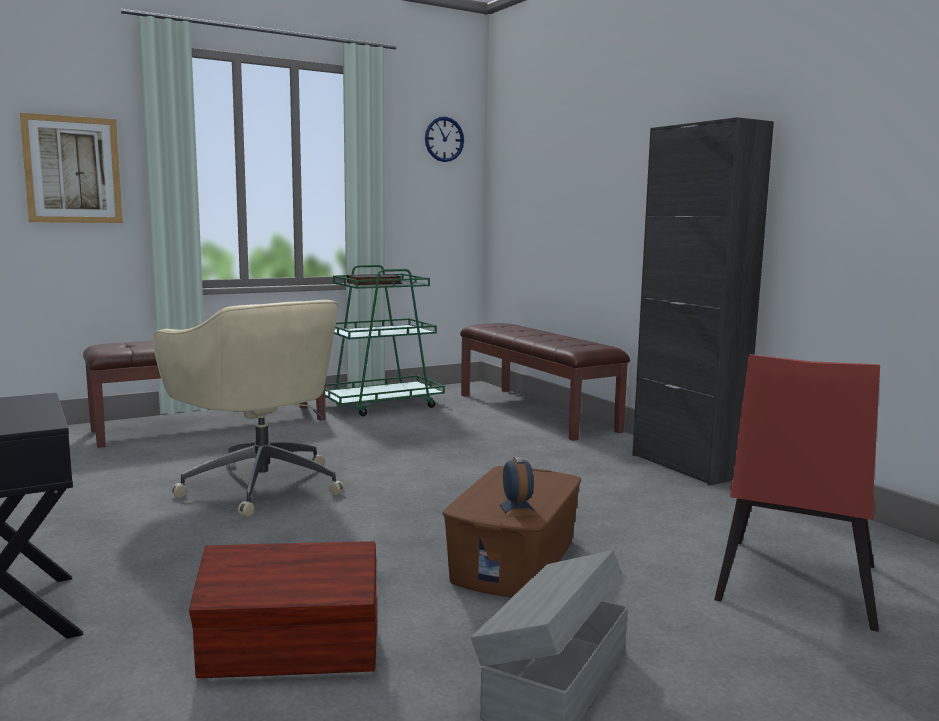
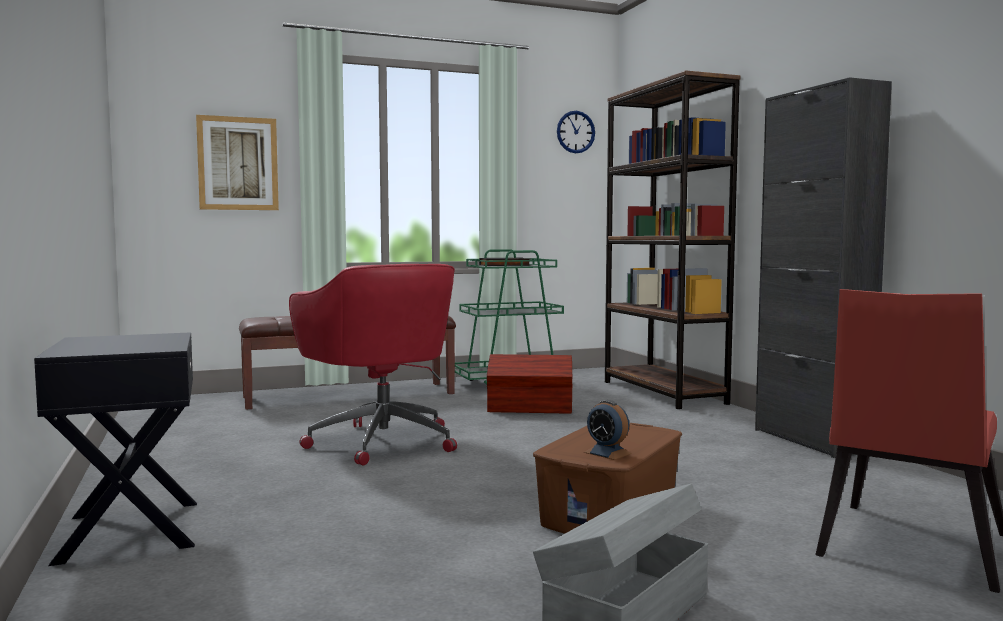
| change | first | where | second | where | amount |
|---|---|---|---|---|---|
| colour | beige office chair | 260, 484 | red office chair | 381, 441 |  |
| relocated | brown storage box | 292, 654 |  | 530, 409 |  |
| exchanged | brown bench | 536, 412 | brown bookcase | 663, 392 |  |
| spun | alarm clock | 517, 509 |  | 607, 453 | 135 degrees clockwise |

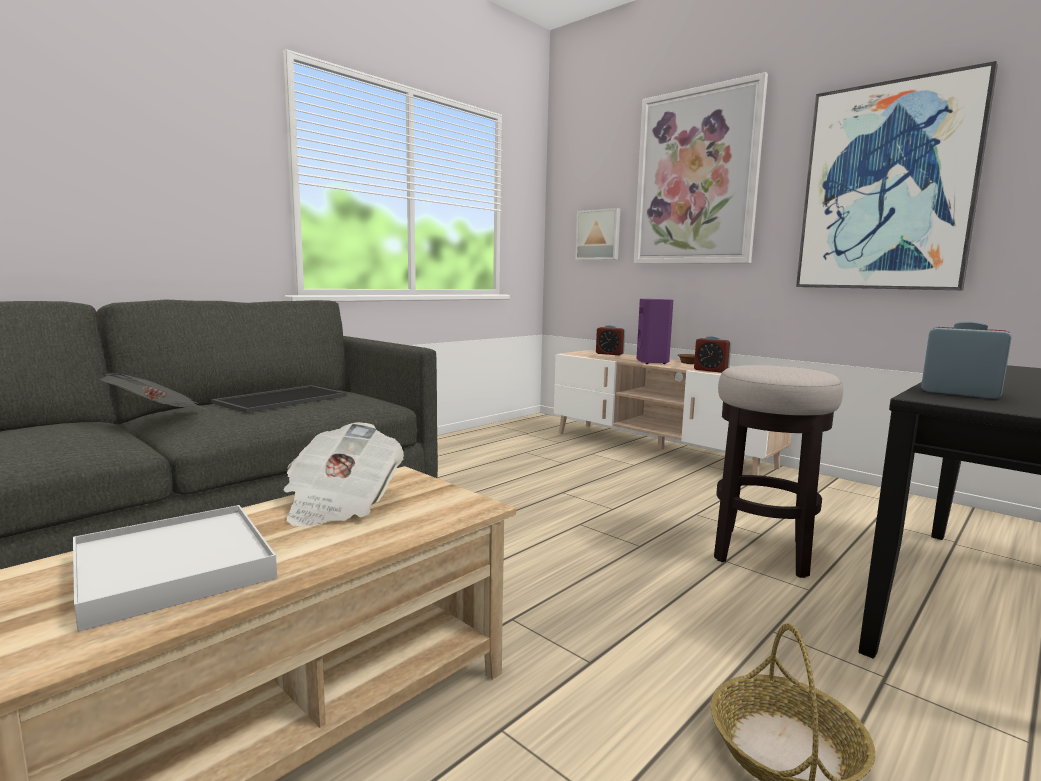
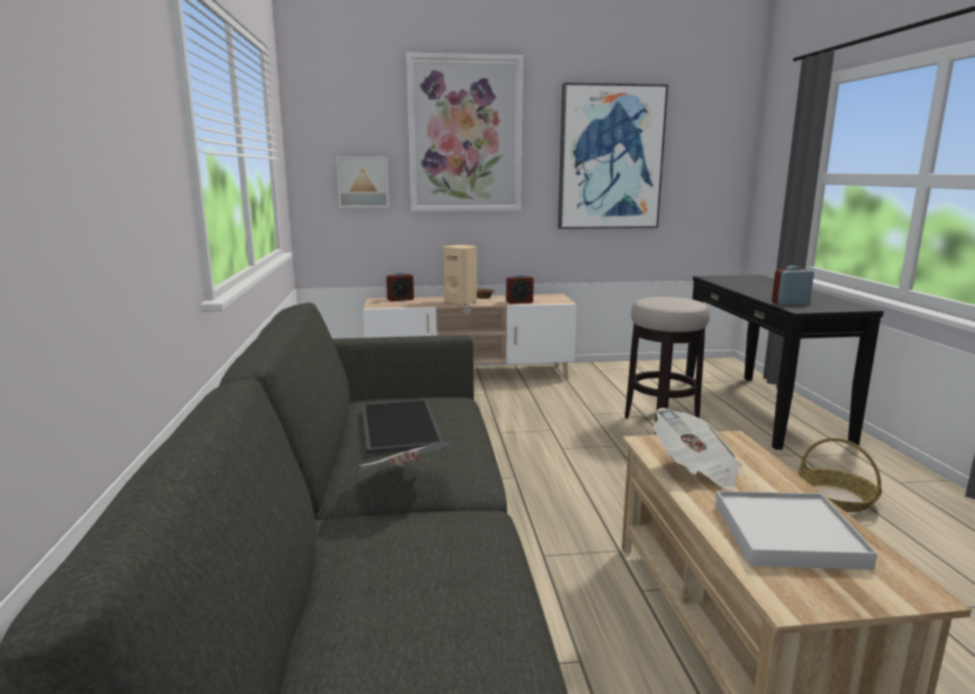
| change | first | where | second | where | amount |
|---|---|---|---|---|---|
| colour | purple speaker | 653, 362 | beige speaker | 461, 302 |  |

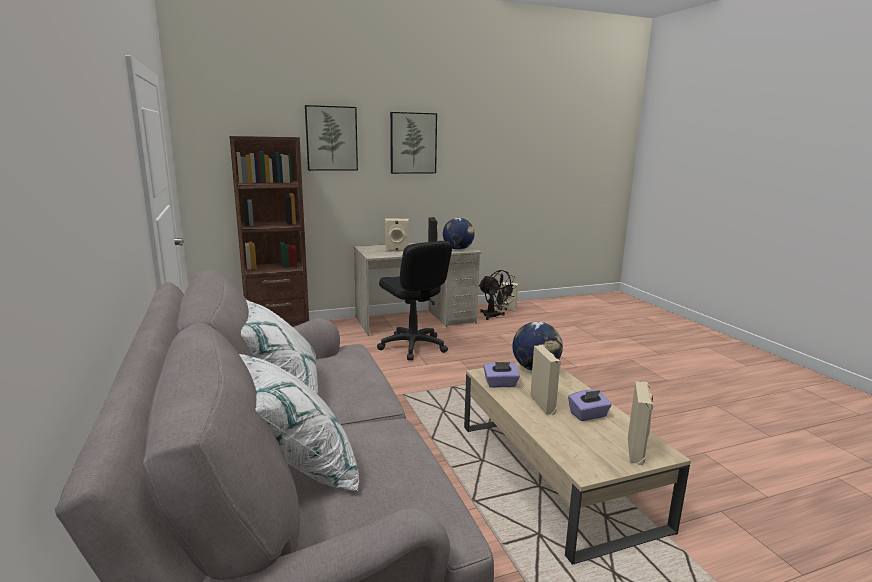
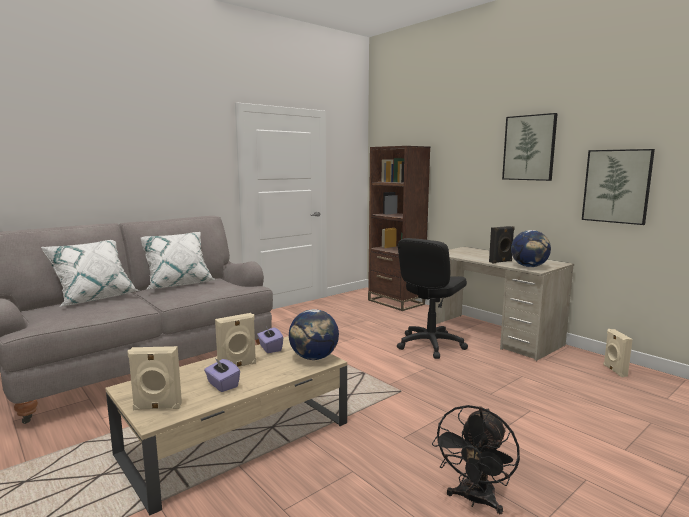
| change | first | where | second | where | amount |
|---|---|---|---|---|---|
| relocated | picture | 331, 138 |  | 616, 186 |  |
| missing | beige speaker | 397, 251 |  |  |  |
| relocated | black fan | 494, 316 |  | 475, 500 |  |

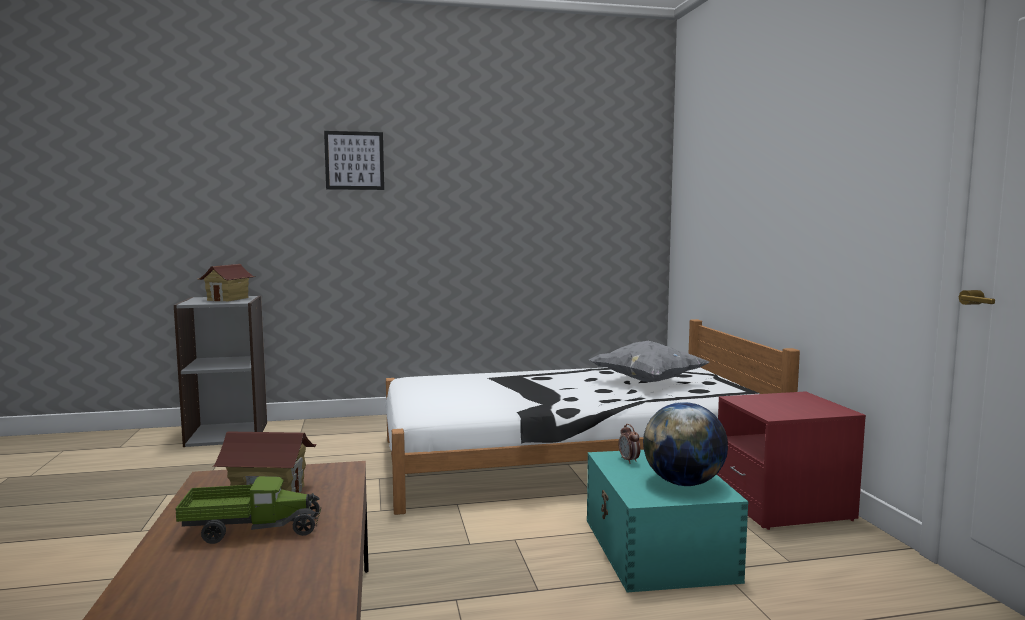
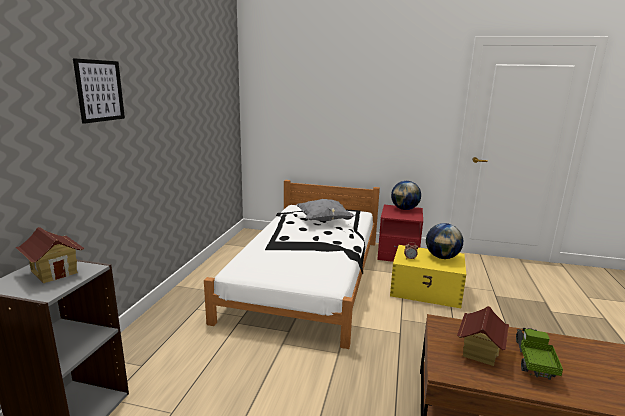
| change | first | where | second | where | amount |
|---|---|---|---|---|---|
| colour | turquoise storage box | 657, 550 | yellow storage box | 426, 290 |  |
| appeared |  |  | globe | 404, 209 |  |

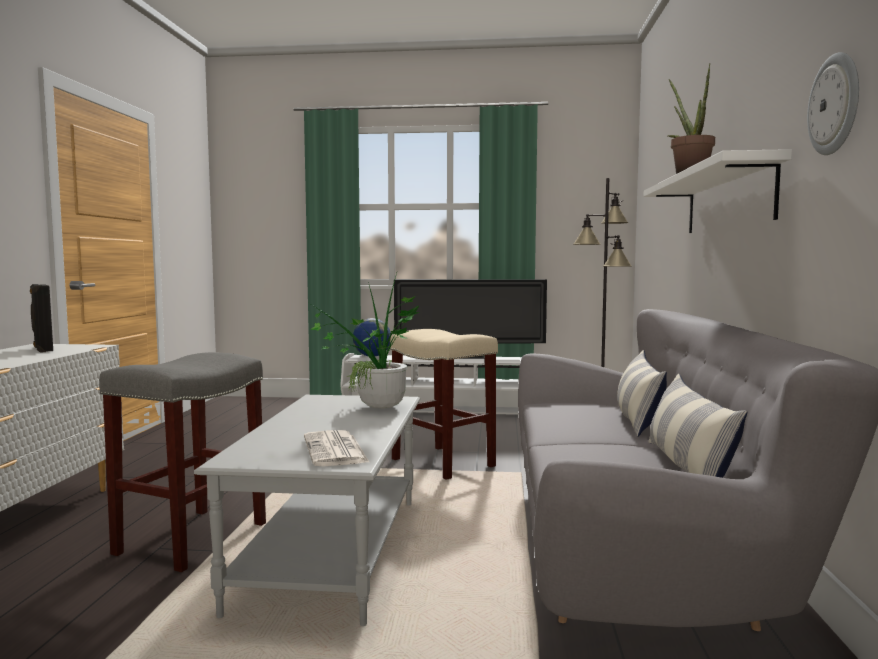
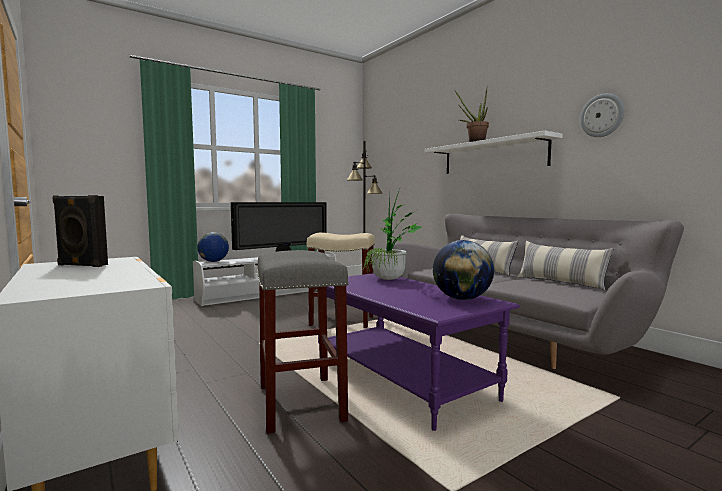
| change | first | where | second | where | amount |
|---|---|---|---|---|---|
| colour | grey coffee table | 334, 551 | purple coffee table | 402, 378 |  |
| exchanged | newspaper | 336, 450 | globe | 462, 299 |  |

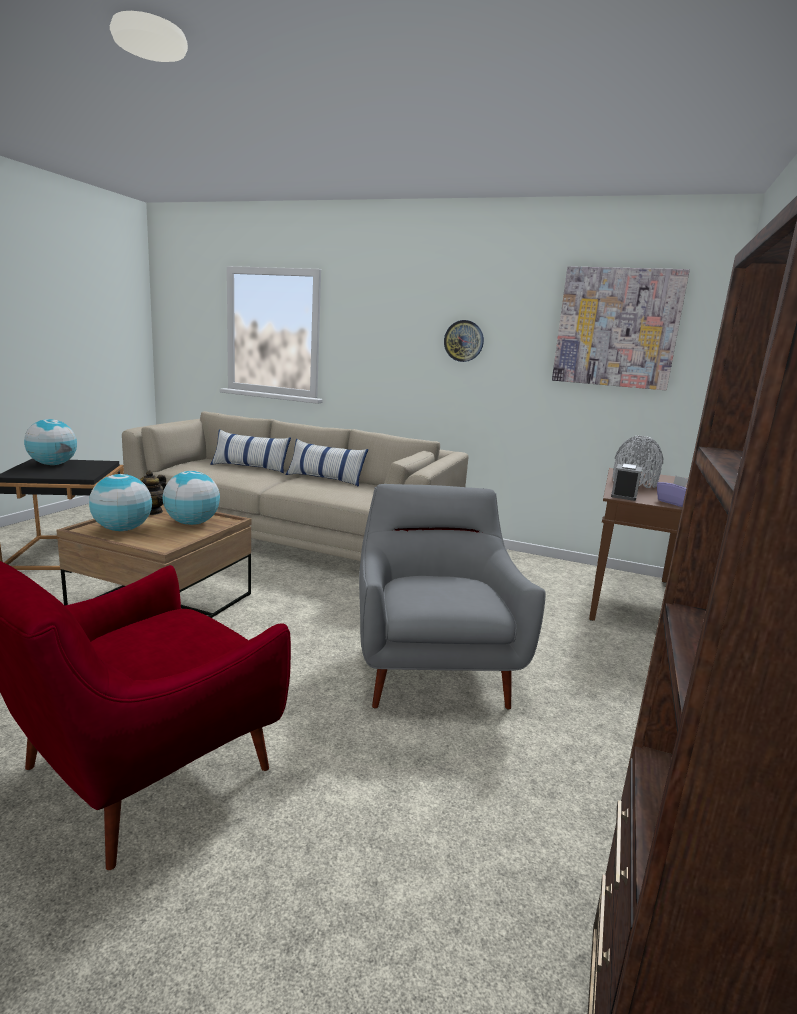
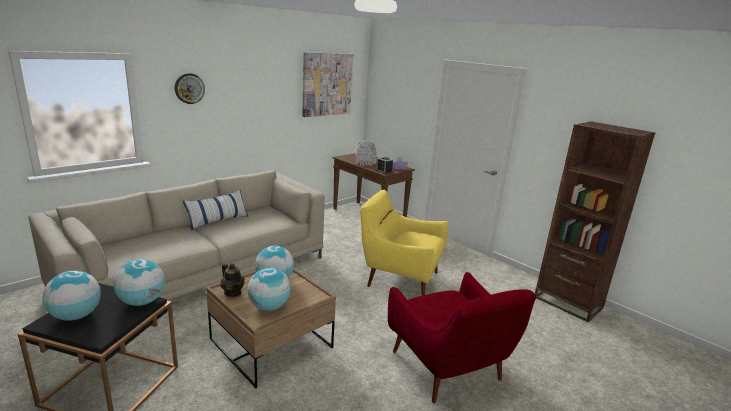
| change | first | where | second | where | amount |
|---|---|---|---|---|---|
| missing | pillow | 250, 467 |  |  |  |
| colour | grey armchair | 432, 667 | yellow armchair | 399, 278 |  |
| relocated | wall clock | 464, 341 |  | 189, 88 |  |
| appeared |  |  | globe | 142, 301 |  |

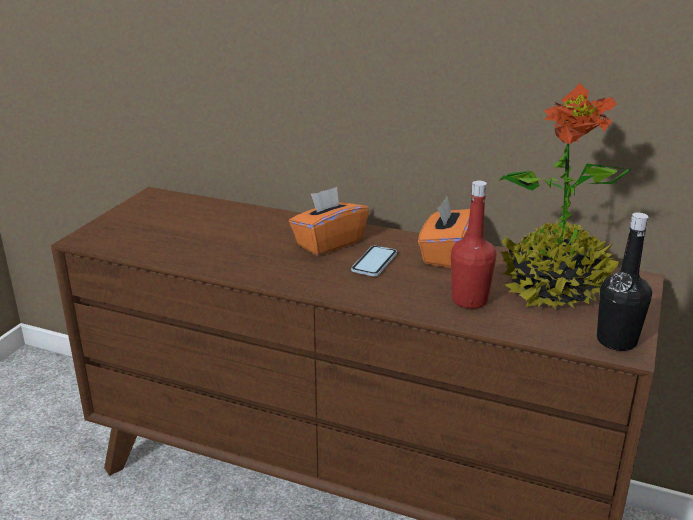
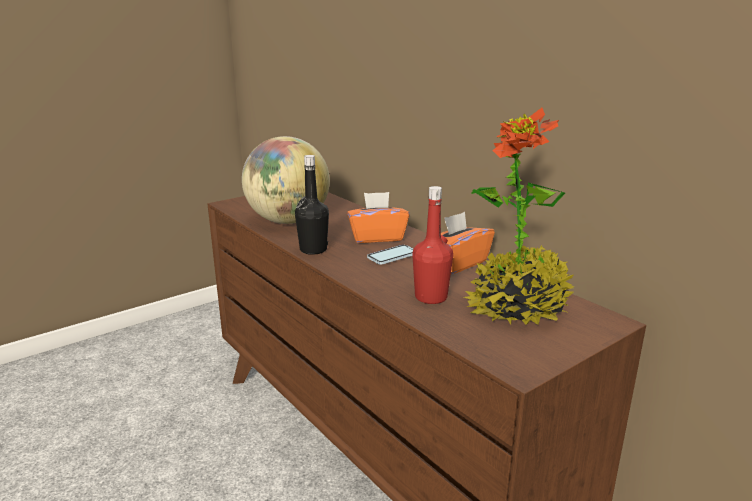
| change | first | where | second | where | amount |
|---|---|---|---|---|---|
| relocated | black bottle | 616, 341 |  | 313, 250 |  |
| appeared |  |  | globe | 288, 221 |  |

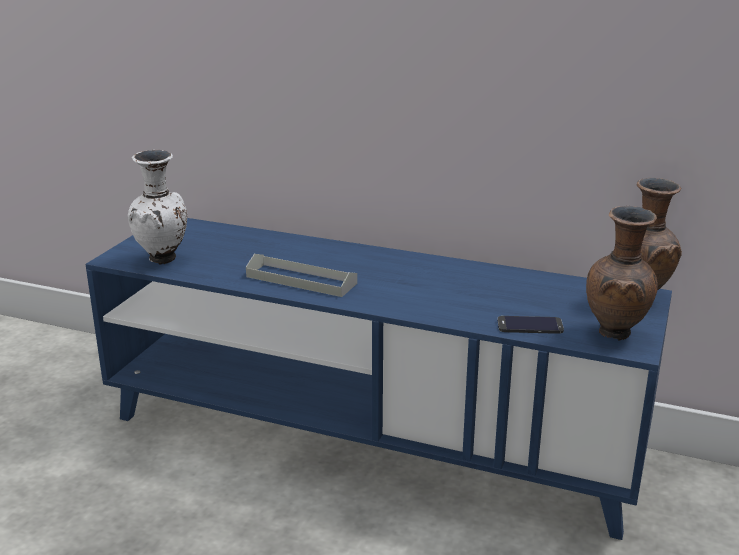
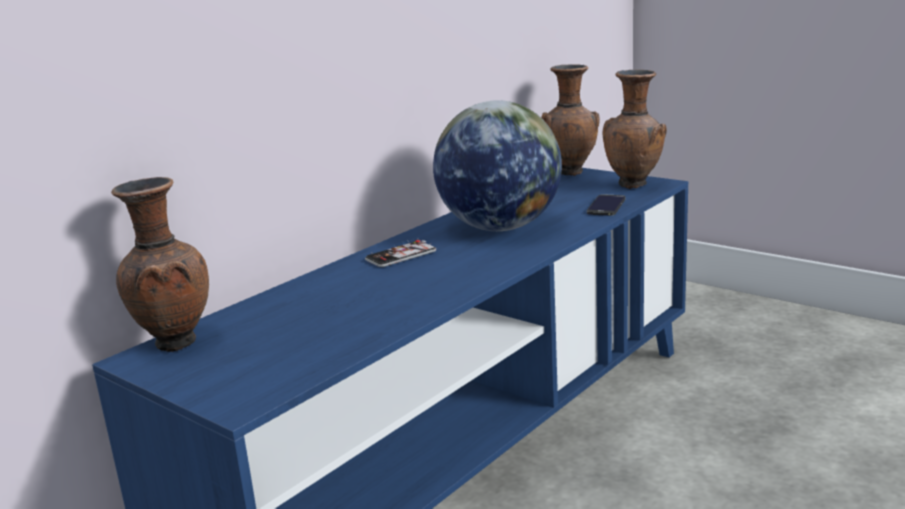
| change | first | where | second | where | amount |
|---|---|---|---|---|---|
| missing | white vase | 163, 260 |  |  |  |
| missing | grey tray | 301, 280 |  |  |  |
| appeared |  |  | brown vase | 173, 343 |  |
| appeared |  |  | phone | 401, 255 |  |
| appeared |  |  | globe | 500, 227 |  |

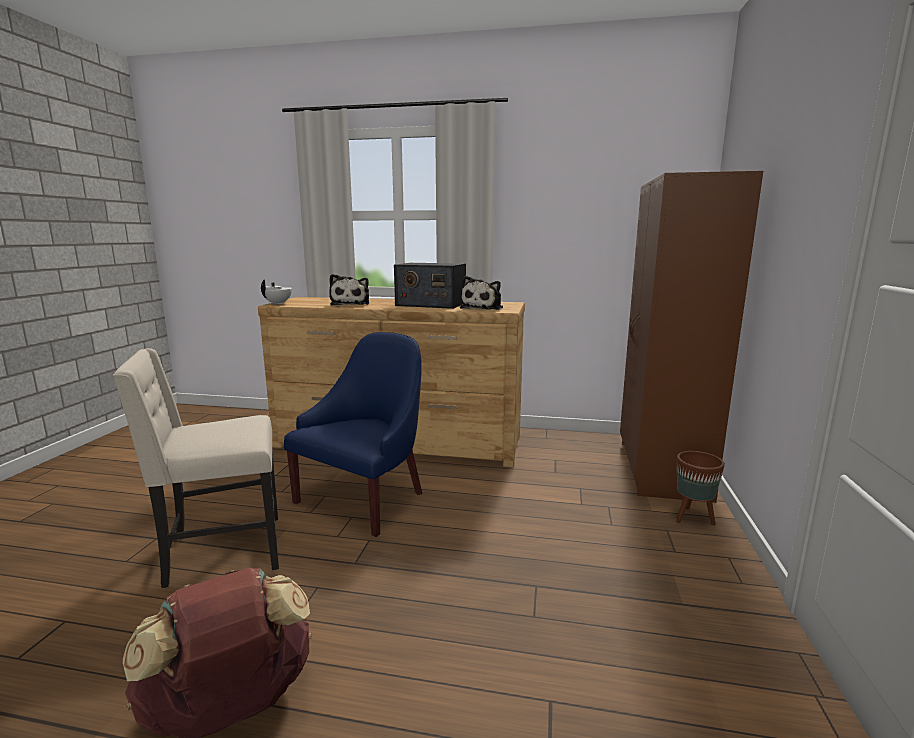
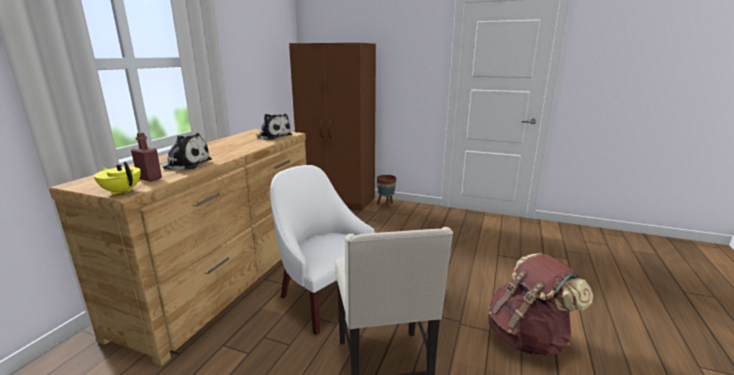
| change | first | where | second | where | amount |
|---|---|---|---|---|---|
| colour | white teapot | 278, 304 | yellow teapot | 122, 191 |  |
| colour | blue armchair | 365, 498 | white armchair | 326, 295 |  |
| missing | radio | 430, 304 |  |  |  |
| appeared |  |  | red bottle | 149, 178 |  |

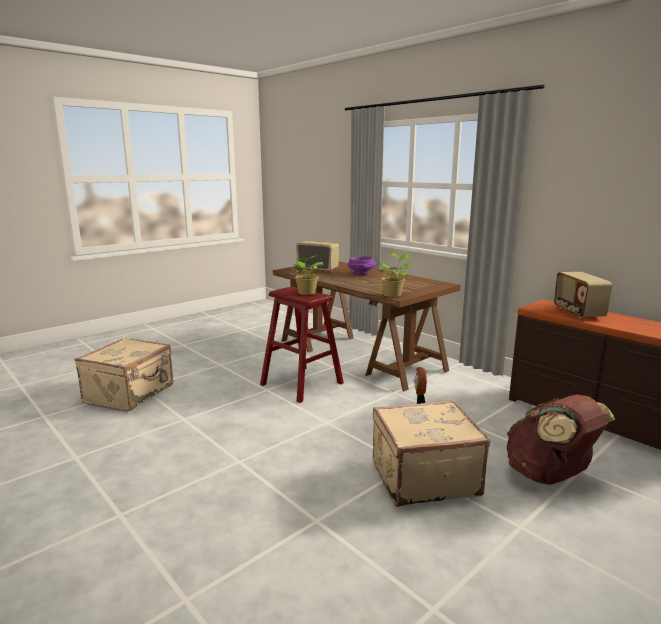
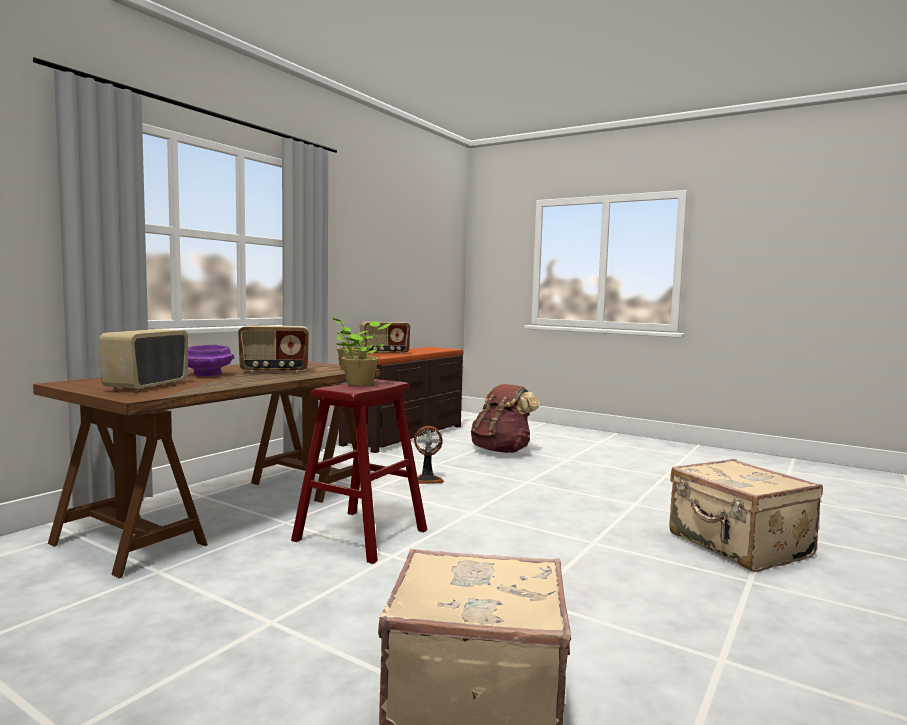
| change | first | where | second | where | amount |
|---|---|---|---|---|---|
| relocated | beige suitcase | 423, 477 |  | 738, 546 |  |
| appeared |  |  | radio | 275, 371 |  |

